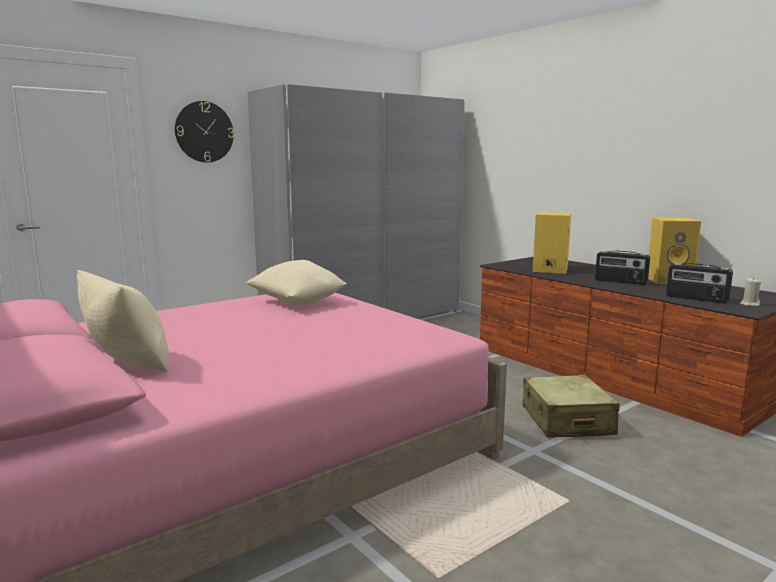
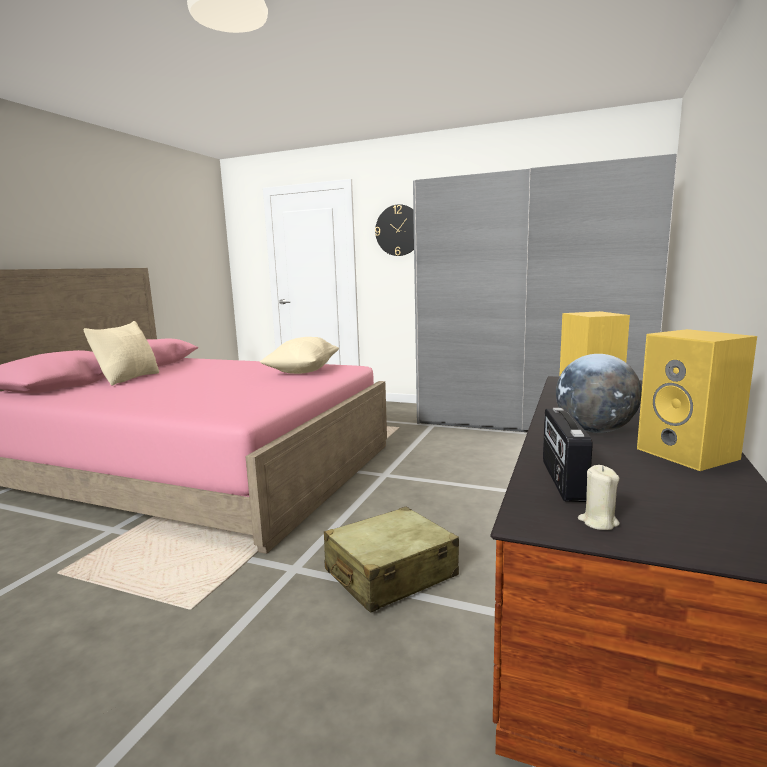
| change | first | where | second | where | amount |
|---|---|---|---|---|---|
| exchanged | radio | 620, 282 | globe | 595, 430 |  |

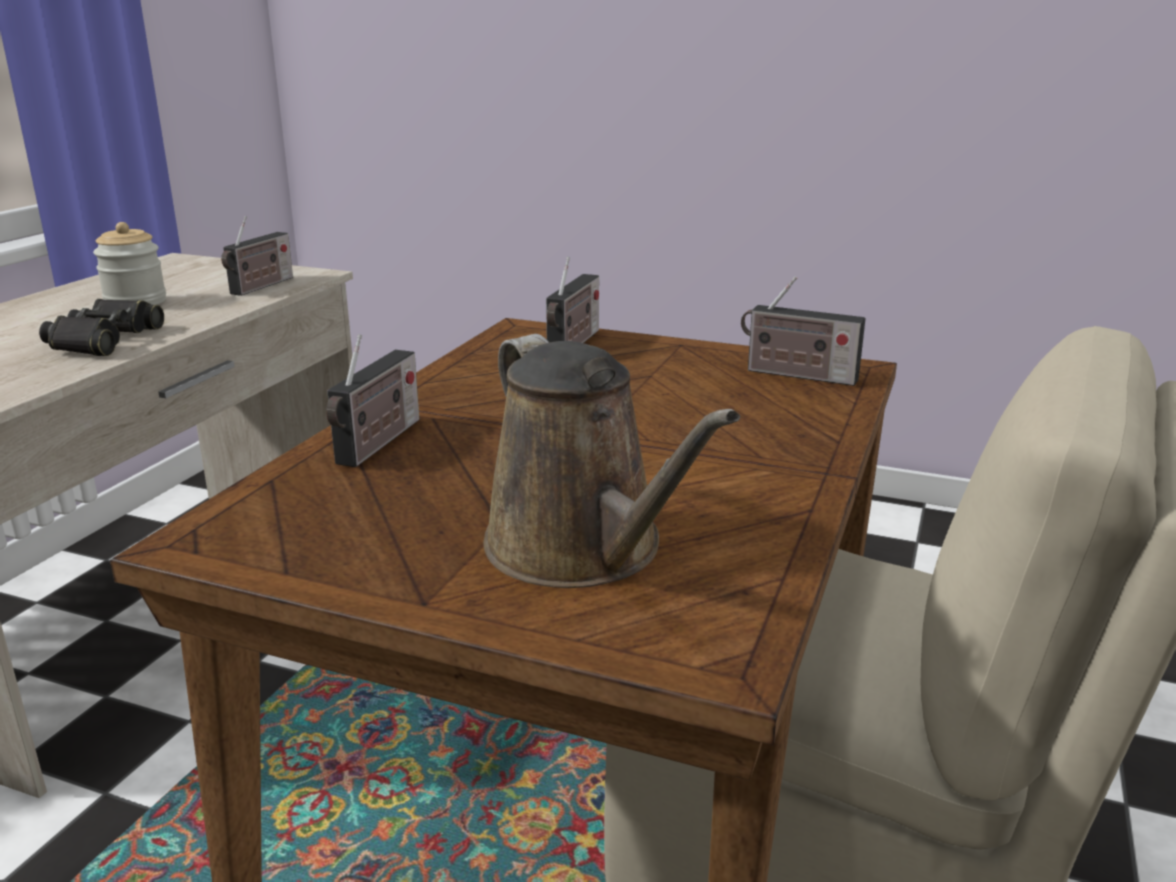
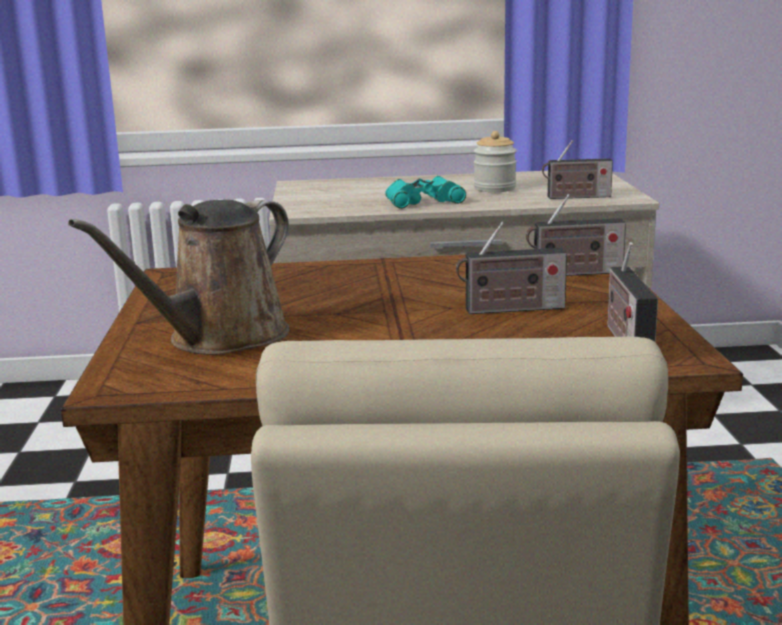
| change | first | where | second | where | amount |
|---|---|---|---|---|---|
| colour | black binoculars | 103, 340 | turquoise binoculars | 423, 201 |  |
| relocated | radio | 377, 444 |  | 510, 309 |  |

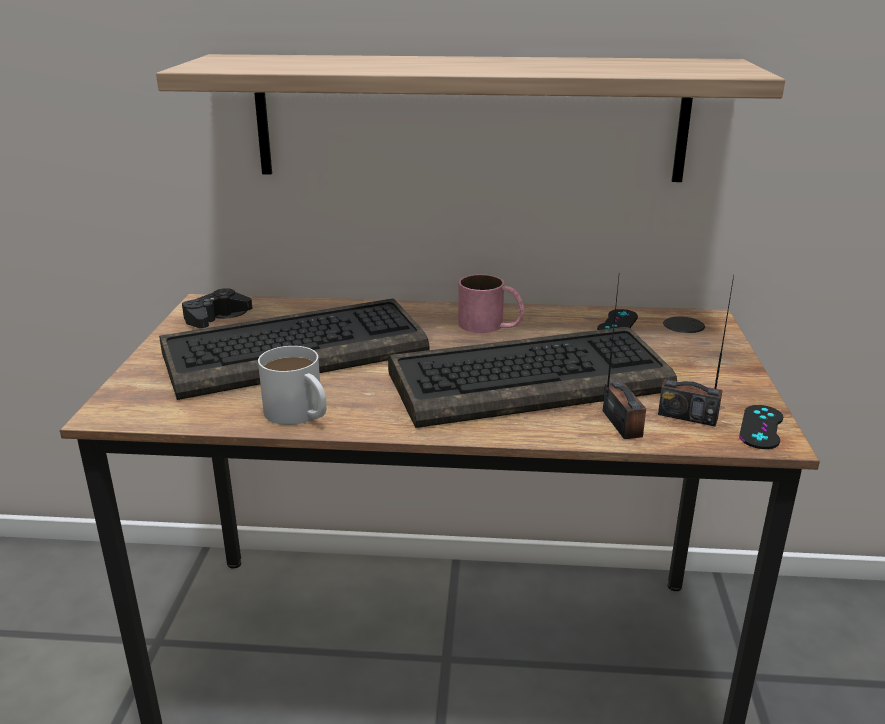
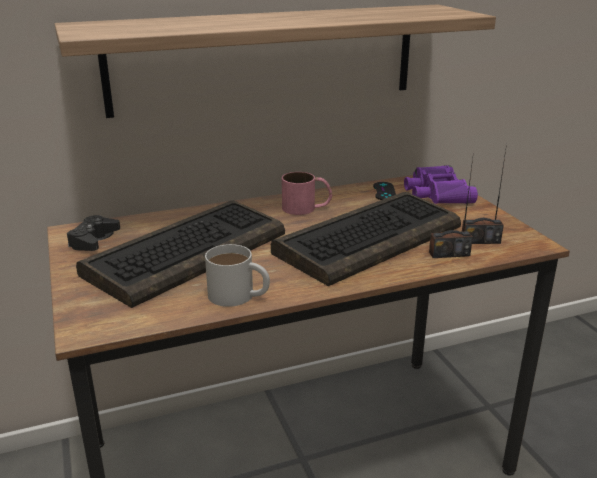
| change | first | where | second | where | amount |
|---|---|---|---|---|---|
| spun | radio | 621, 423 |  | 449, 254 | 120 degrees clockwise |
| missing | black game controller | 761, 427 |  |  |  |
| appeared |  |  | purple binoculars | 436, 193 |  |

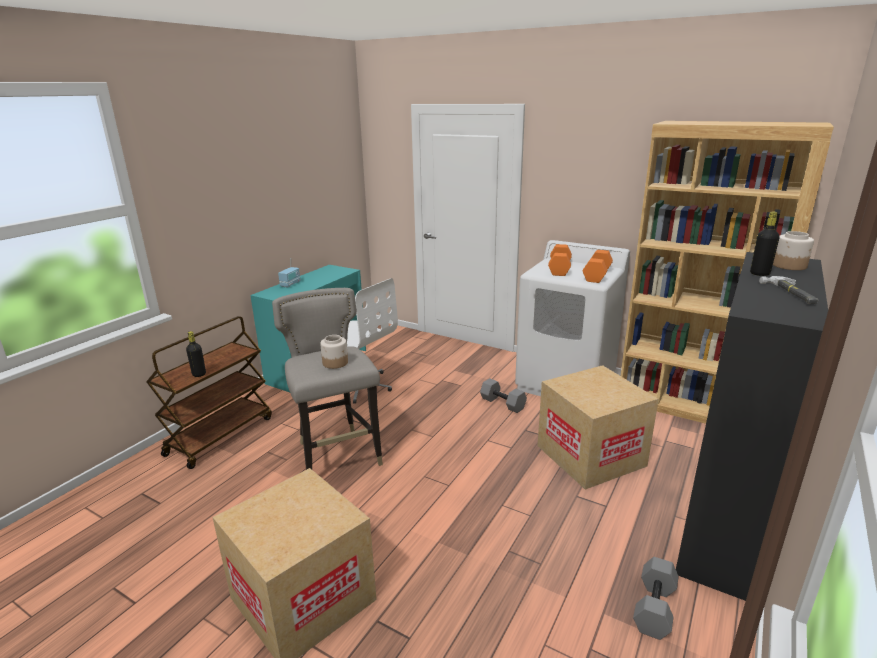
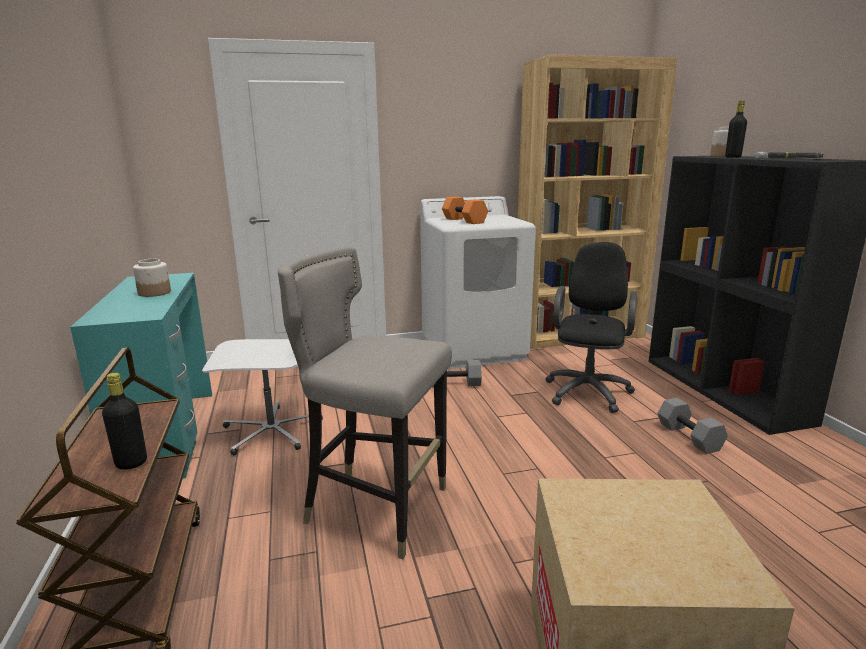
| change | first | where | second | where | amount |
|---|---|---|---|---|---|
| missing | radio | 290, 284 |  |  |  |
| relocated | jar | 335, 363 |  | 155, 293 |  |
| exchanged | cardboard box | 590, 455 | black office chair | 588, 390 |  |
| missing | orange dumbbell | 596, 275 |  |  |  |
| relocated | grey dumbbell | 655, 608 |  | 690, 437 |  |

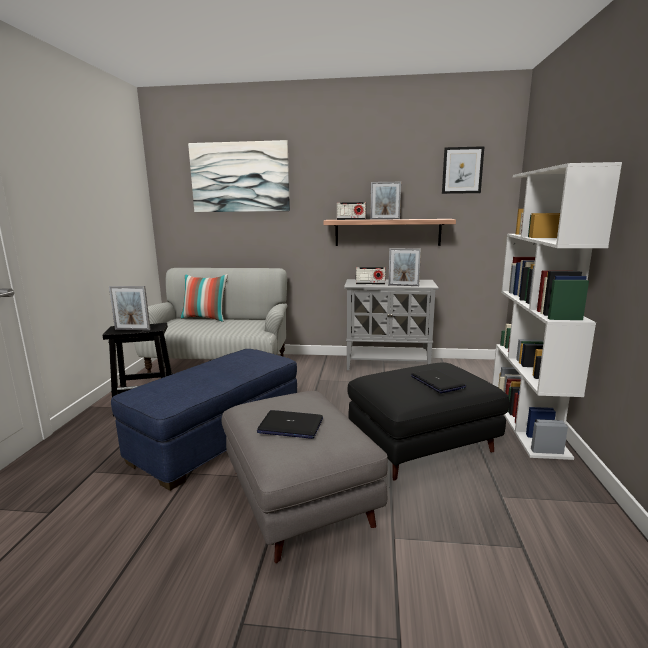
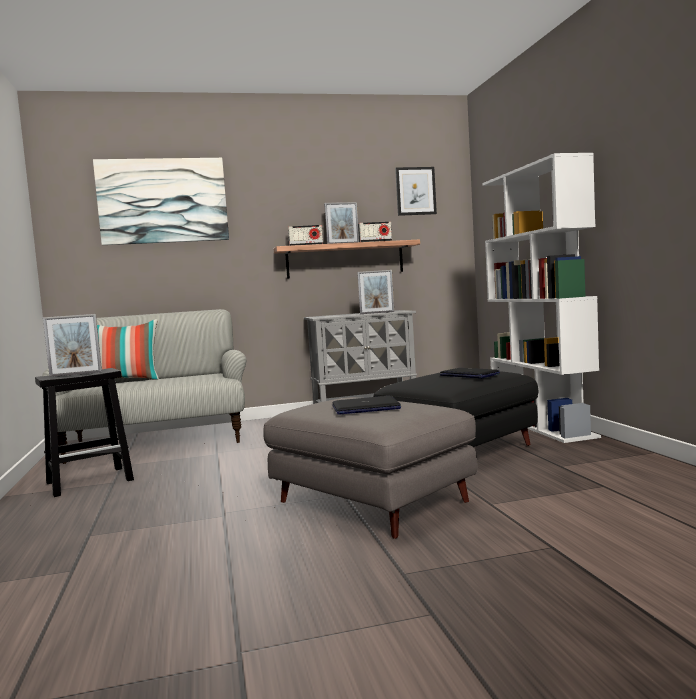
| change | first | where | second | where | amount |
|---|---|---|---|---|---|
| missing | blue ottoman | 218, 438 |  |  |  |
| relocated | radio | 370, 283 |  | 375, 241 |  |

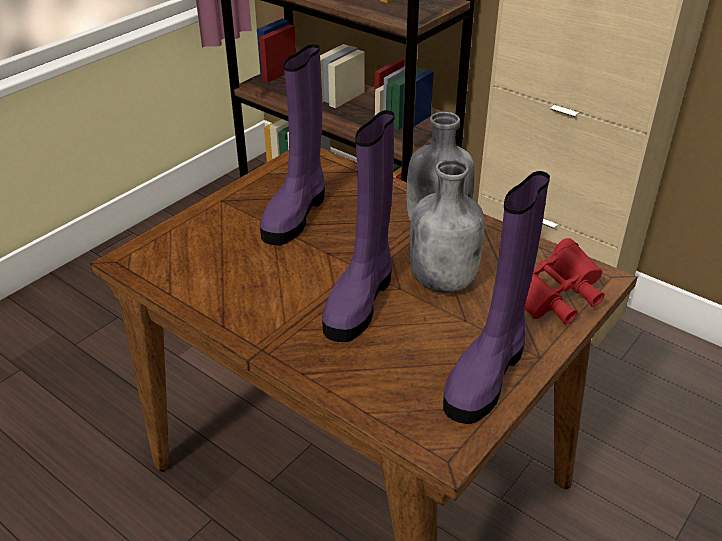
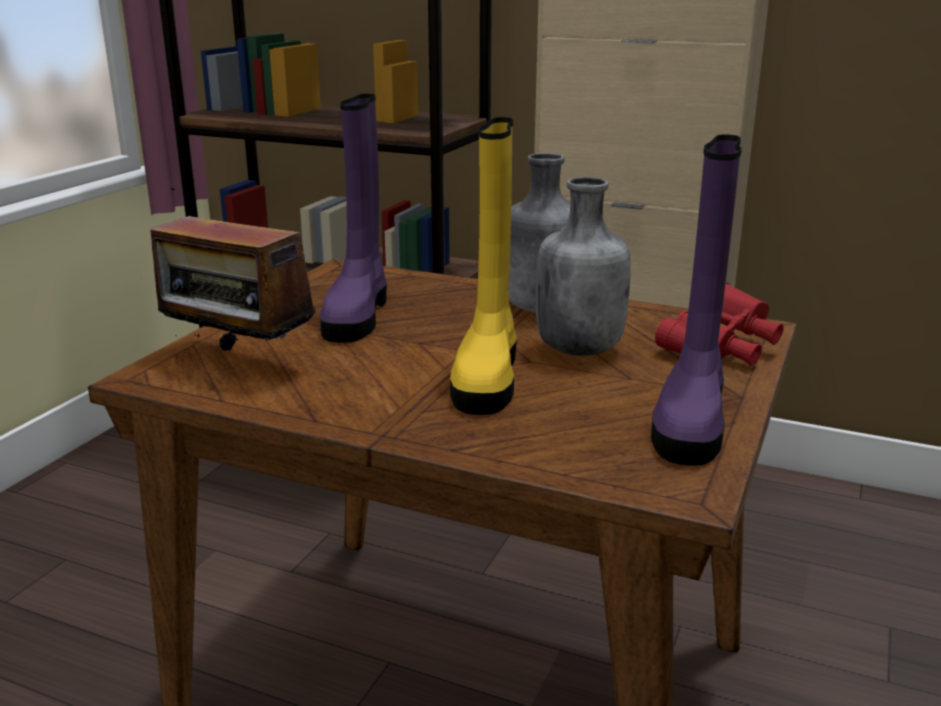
| change | first | where | second | where | amount |
|---|---|---|---|---|---|
| colour | purple boot | 360, 300 | yellow boot | 488, 376 |  |
| appeared |  |  | radio | 237, 361 |  |

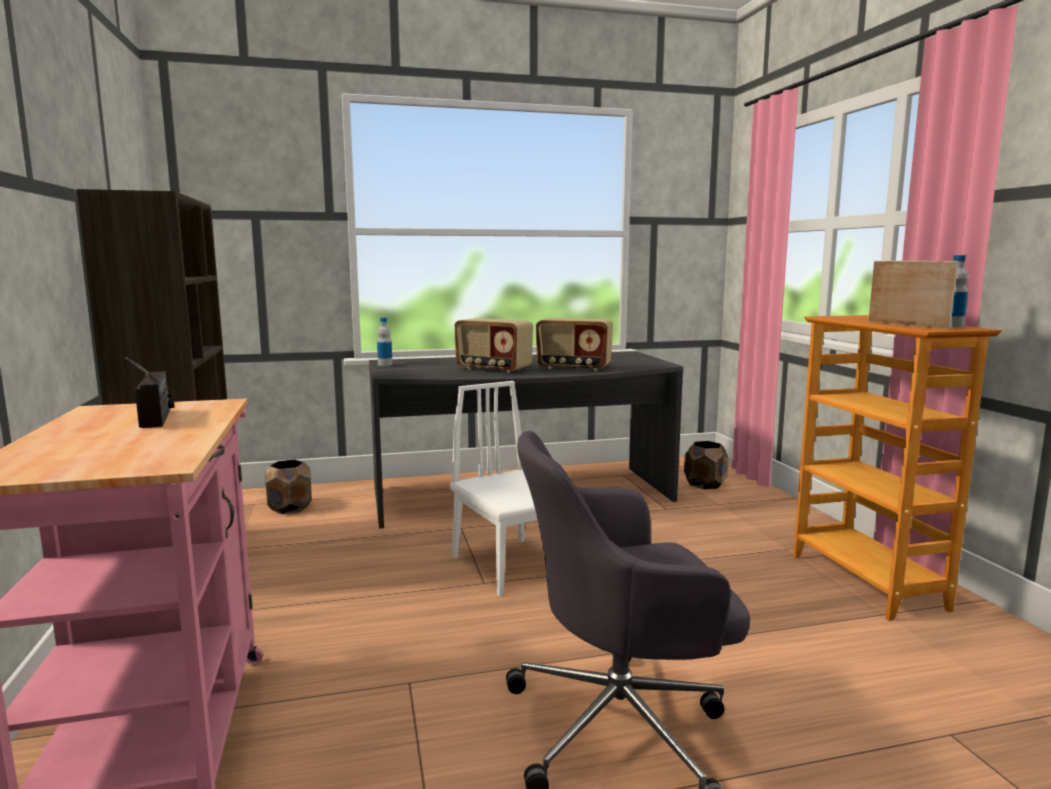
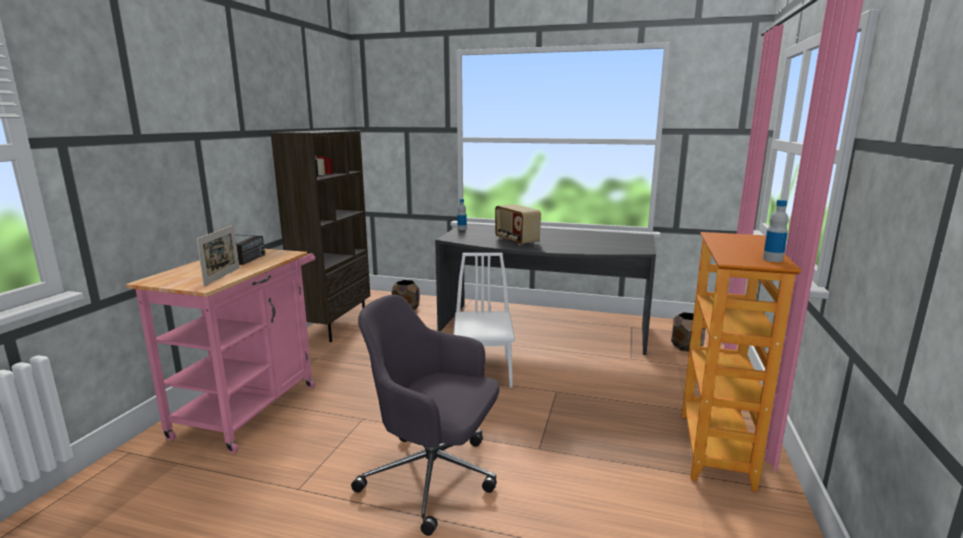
| change | first | where | second | where | amount |
|---|---|---|---|---|---|
| missing | radio | 573, 368 |  |  |  |
| relocated | picture frame | 906, 325 |  | 222, 276 |  |

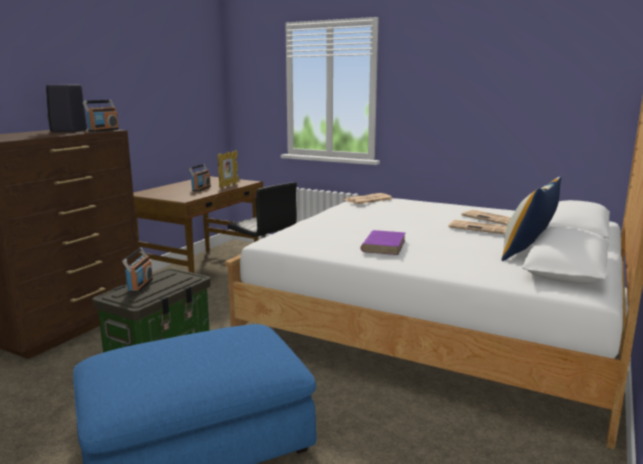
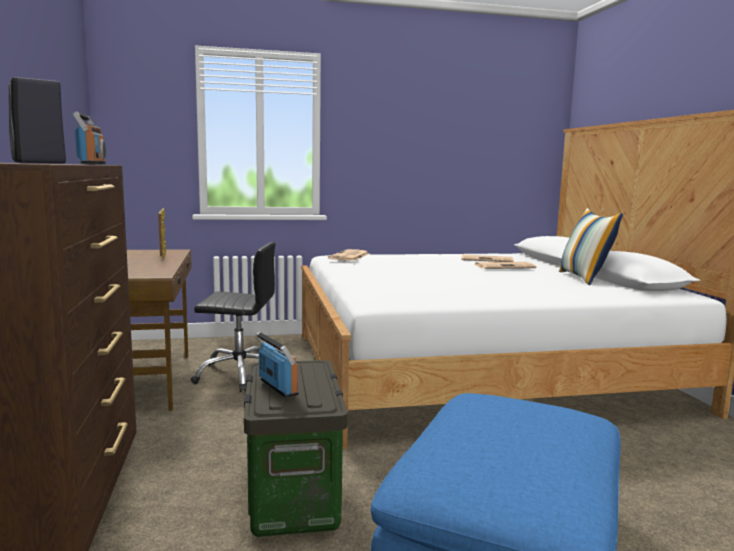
| change | first | where | second | where | amount |
|---|---|---|---|---|---|
| missing | radio | 201, 189 |  |  |  |
| missing | purple book | 383, 245 |  |  |  |

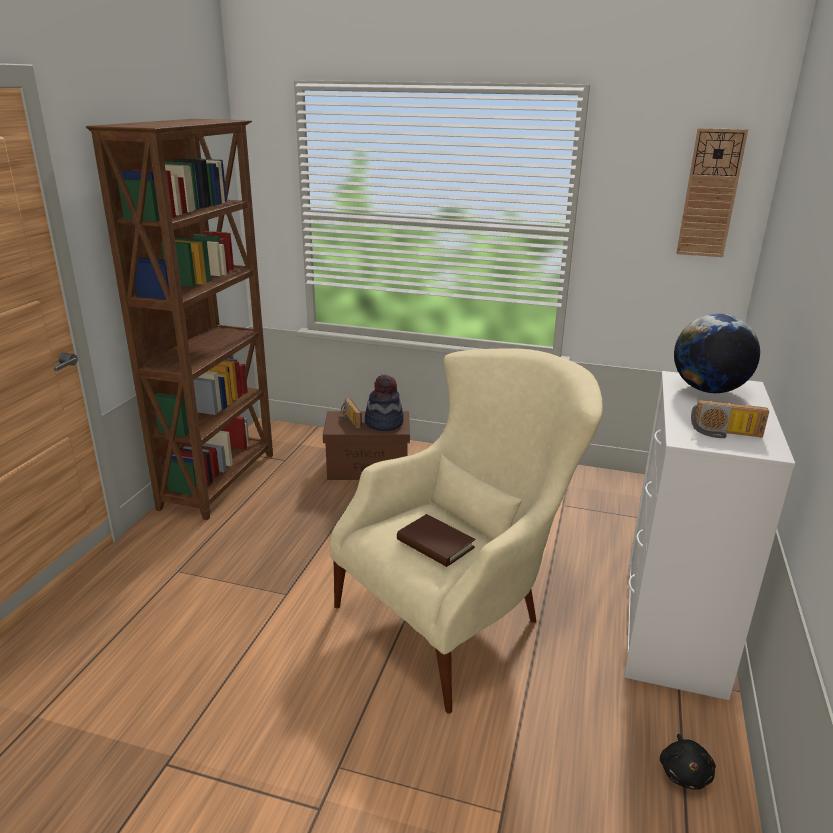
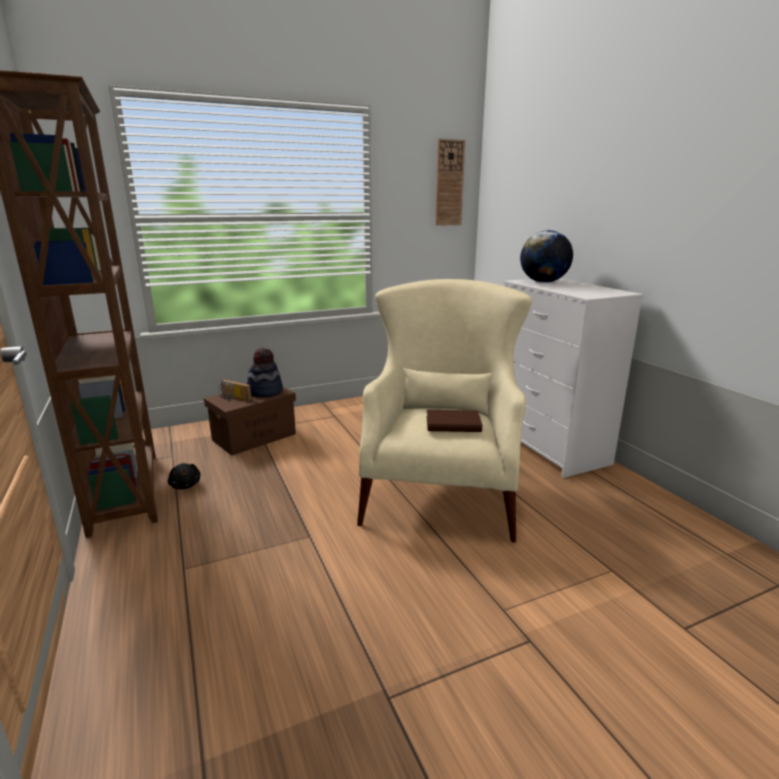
| change | first | where | second | where | amount |
|---|---|---|---|---|---|
| relocated | black plush toy | 684, 772 |  | 185, 485 |  |
| missing | radio | 725, 434 |  |  |  |

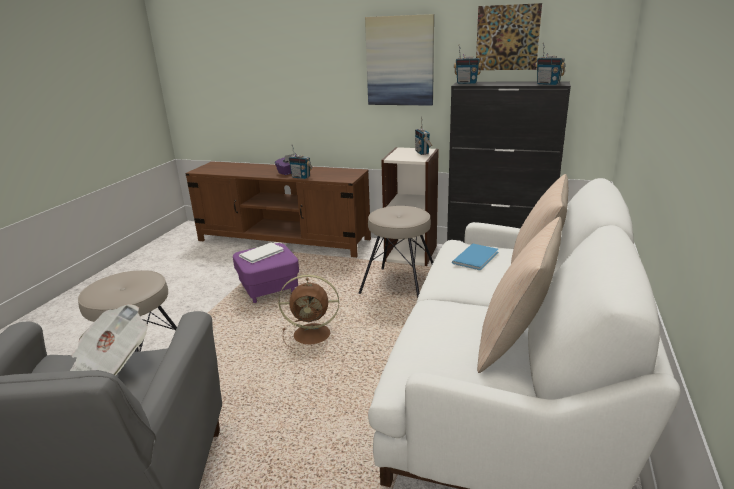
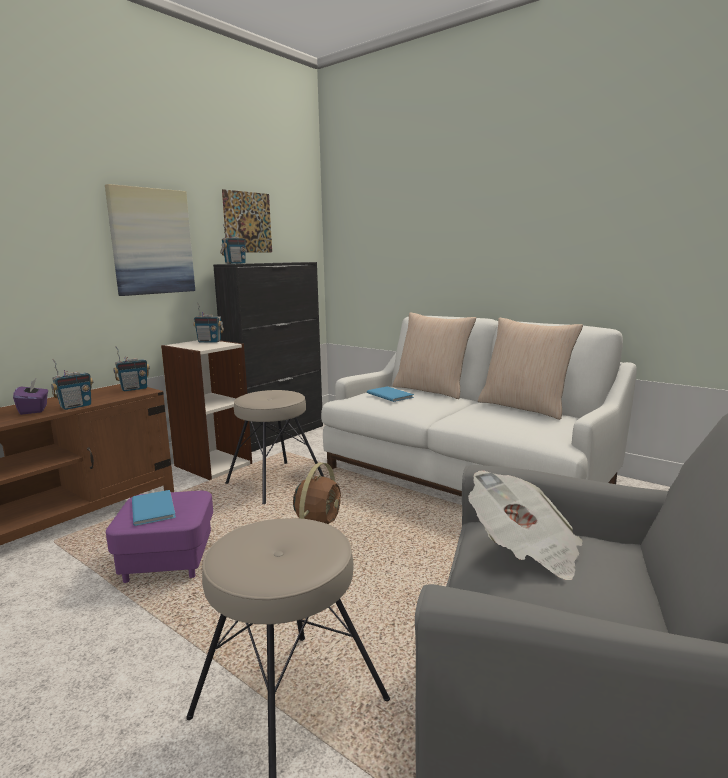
| change | first | where | second | where | amount |
|---|---|---|---|---|---|
| colour | white book | 263, 253 | blue book | 155, 507 |  |
| relocated | radio | 548, 84 |  | 134, 389 |  |

